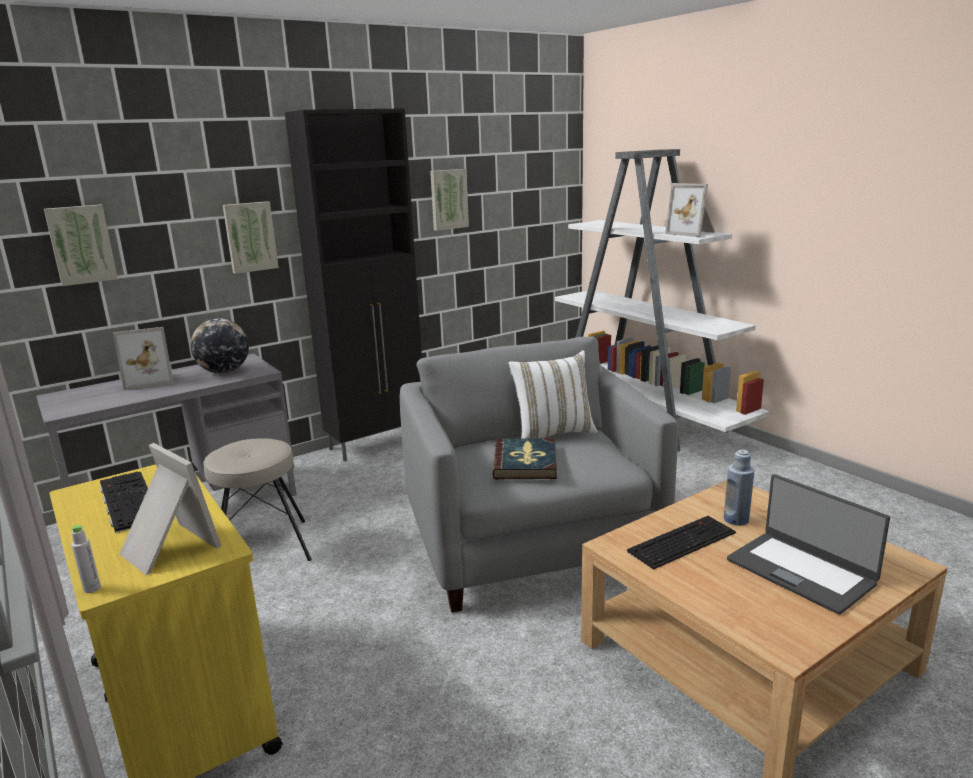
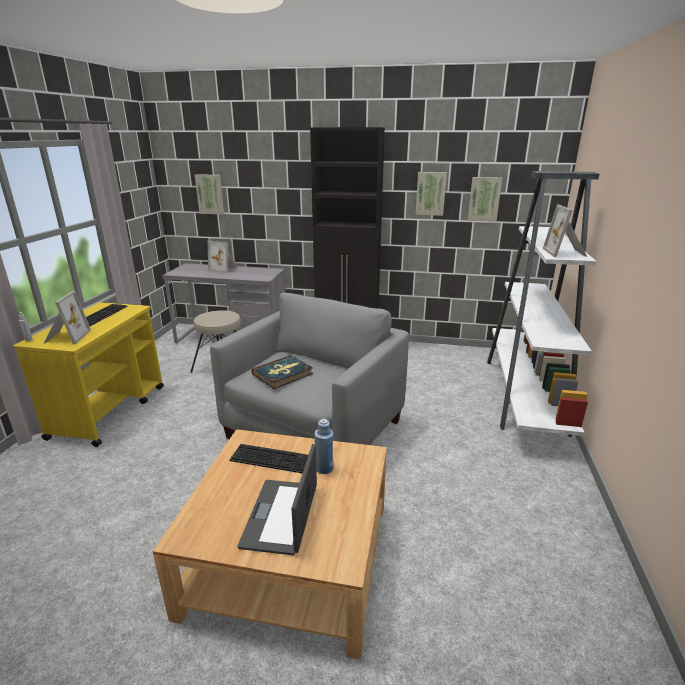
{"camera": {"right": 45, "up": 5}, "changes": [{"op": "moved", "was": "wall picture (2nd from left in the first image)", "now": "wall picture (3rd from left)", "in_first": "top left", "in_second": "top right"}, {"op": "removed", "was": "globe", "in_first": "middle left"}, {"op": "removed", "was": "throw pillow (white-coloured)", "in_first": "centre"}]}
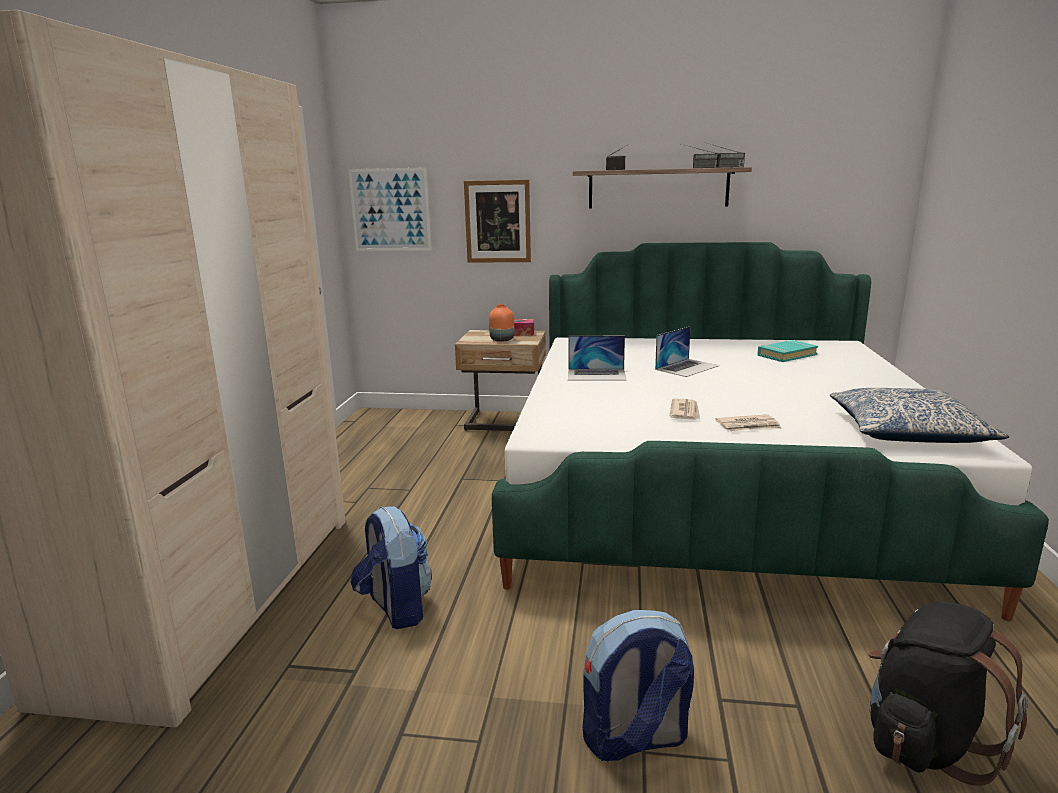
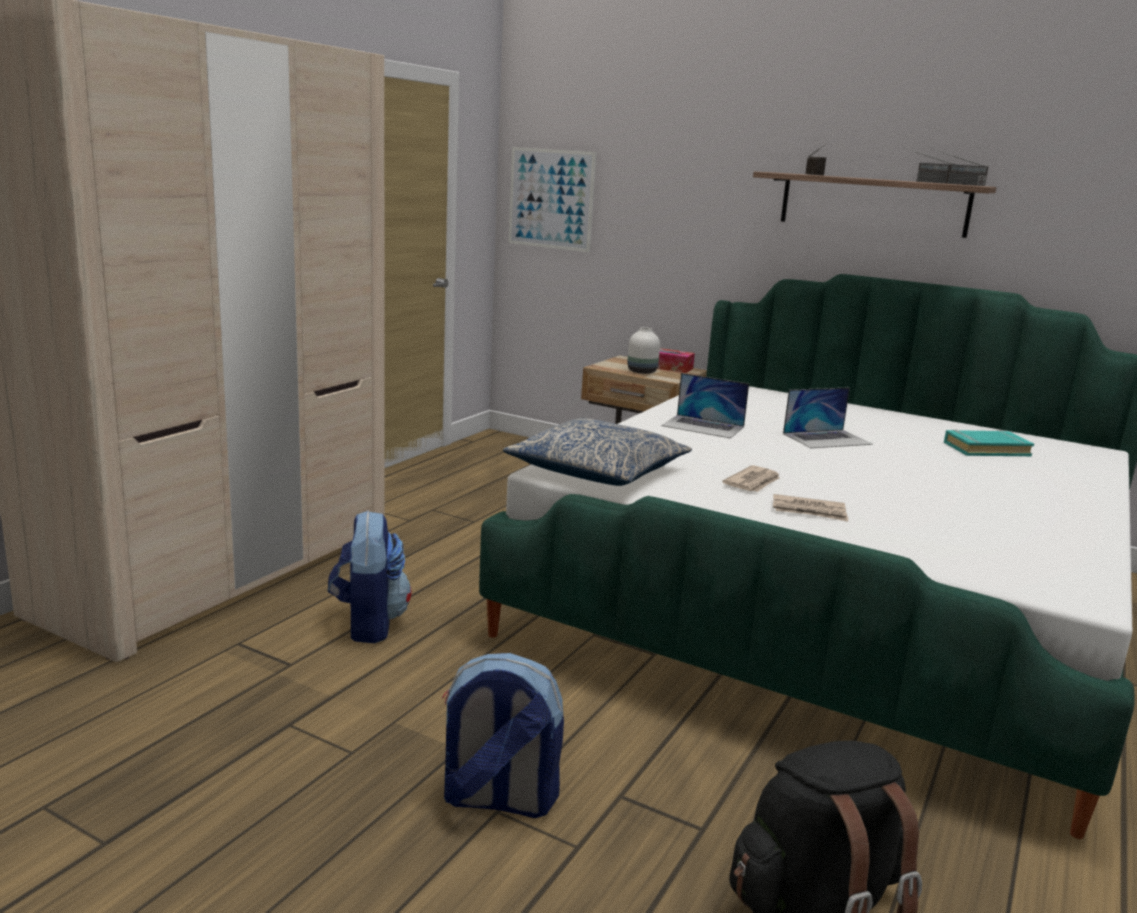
{"camera": {"right": 20, "up": 0}, "changes": [{"op": "removed", "was": "wall picture (2nd from left)", "in_first": "top centre"}, {"op": "recoloured", "was": "decorative vase (orangey)", "now": "decorative vase (white-coloured)", "in_first": "centre", "in_second": "centre"}, {"op": "moved", "was": "throw pillow", "in_first": "middle right", "in_second": "centre"}]}
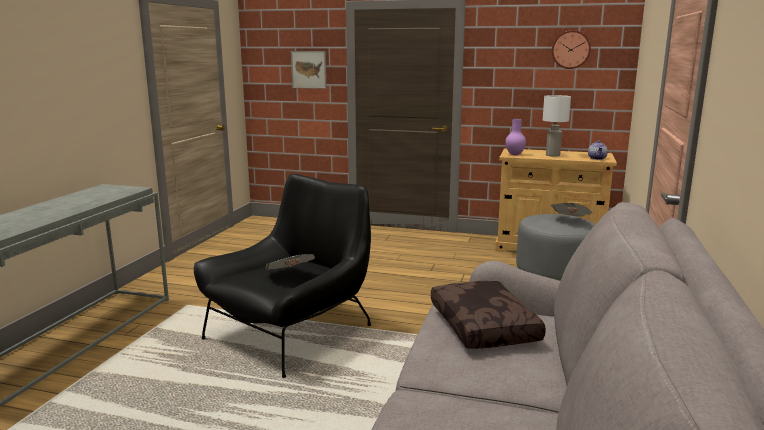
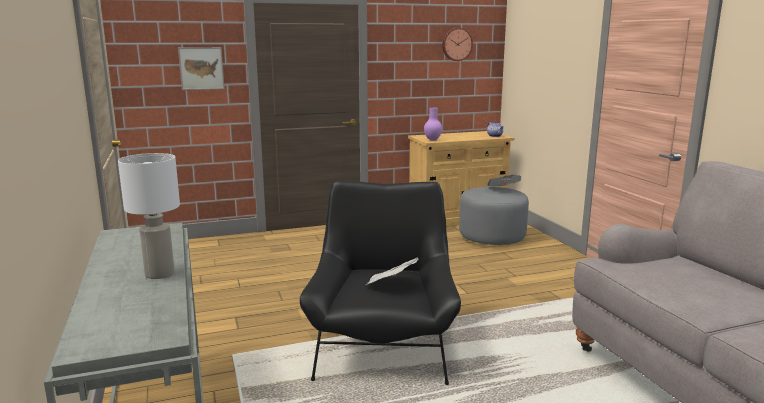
{"camera": {"right": -35, "up": 0}, "changes": [{"op": "moved", "was": "tabletop lamp (white-coloured)", "in_first": "top right", "in_second": "middle left"}, {"op": "removed", "was": "throw pillow (brown)", "in_first": "bottom centre"}]}
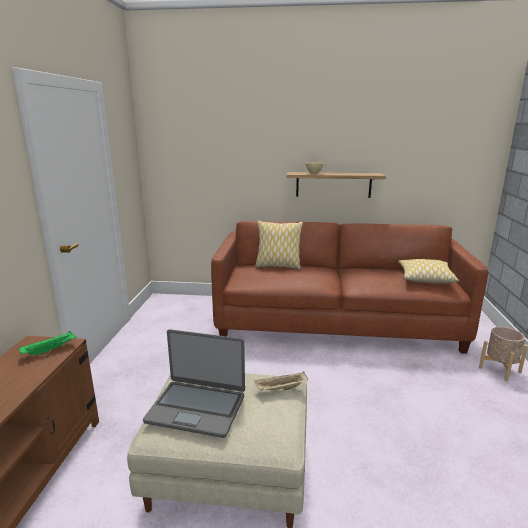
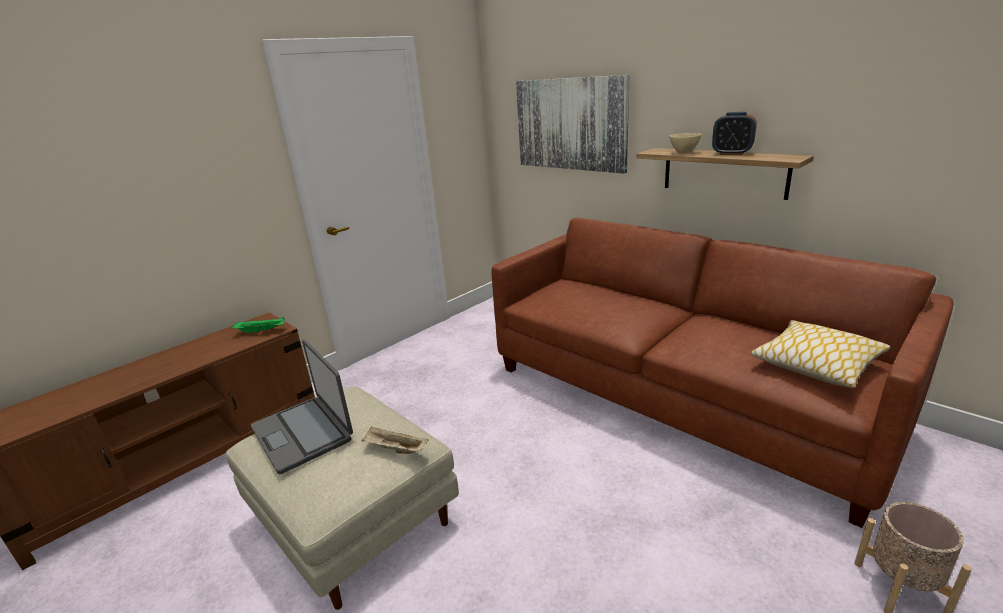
{"camera": {"right": 40, "up": 5}, "changes": [{"op": "removed", "was": "throw pillow (1st from left)", "in_first": "centre"}, {"op": "added", "now": "wall picture", "in_second": "top centre"}, {"op": "added", "now": "bedside clock", "in_second": "top right"}]}
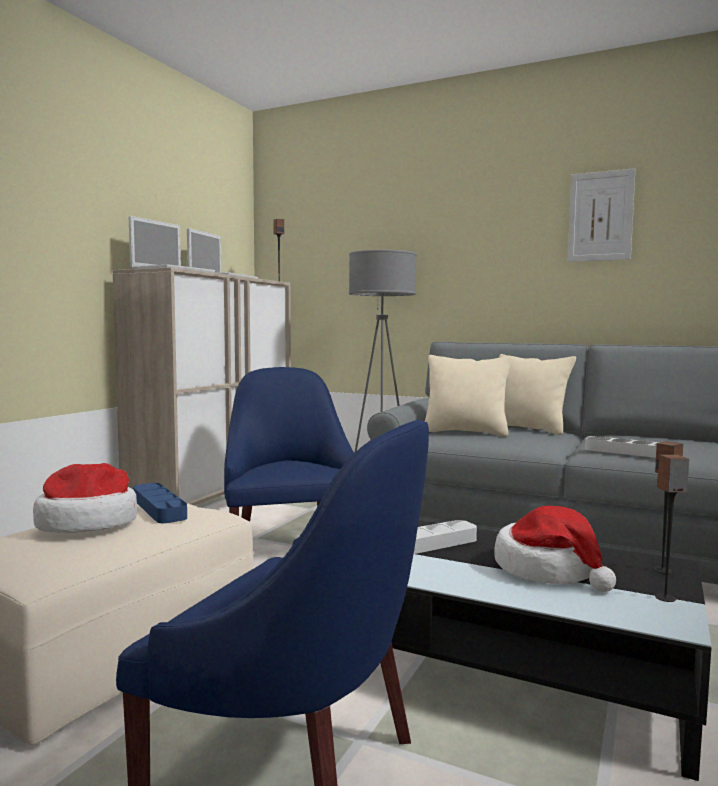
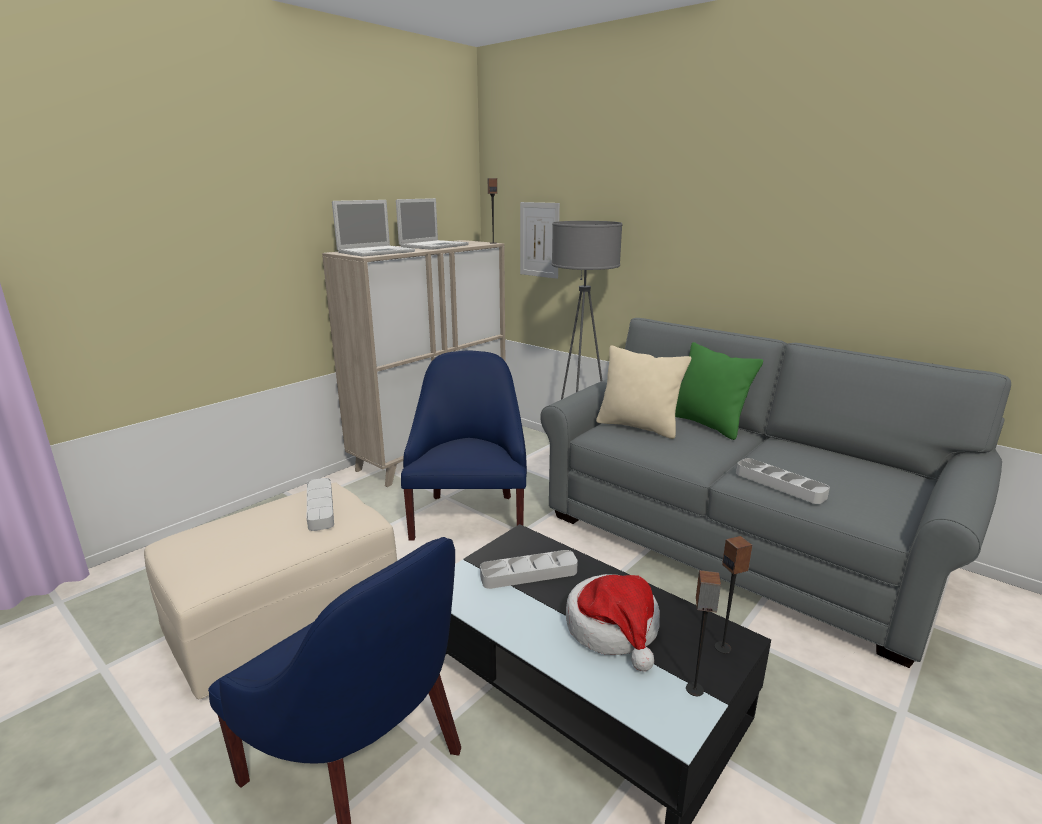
{"camera": {"right": 15, "up": 15}, "changes": [{"op": "moved", "was": "wall picture", "in_first": "top right", "in_second": "top centre"}, {"op": "recoloured", "was": "throw pillow (beige-coloured) (2nd from left)", "now": "throw pillow (green)", "in_first": "middle right", "in_second": "middle right"}, {"op": "removed", "was": "clothing hat (1st from left)", "in_first": "middle left"}, {"op": "recoloured", "was": "serving tray (bluish)", "now": "serving tray (greyish) (1st from left)", "in_first": "middle left", "in_second": "middle left"}]}
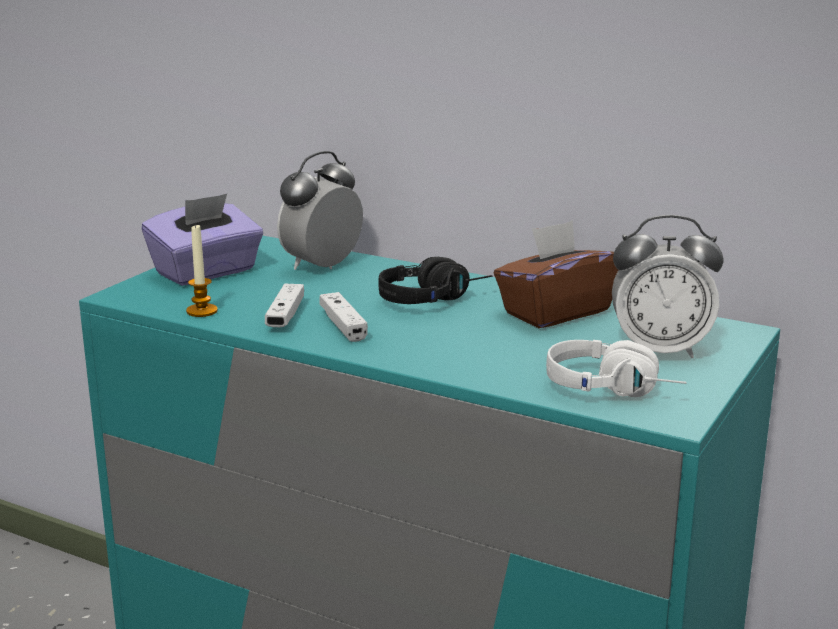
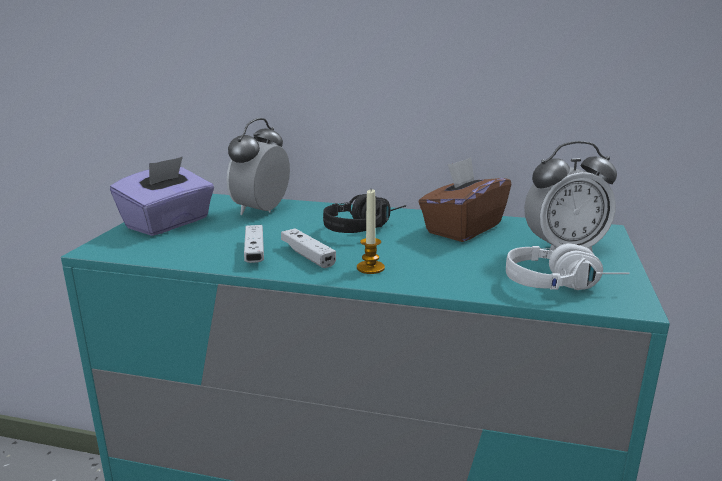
{"camera": {"right": -15, "up": 0}, "changes": [{"op": "moved", "was": "wax light", "in_first": "middle left", "in_second": "centre"}]}
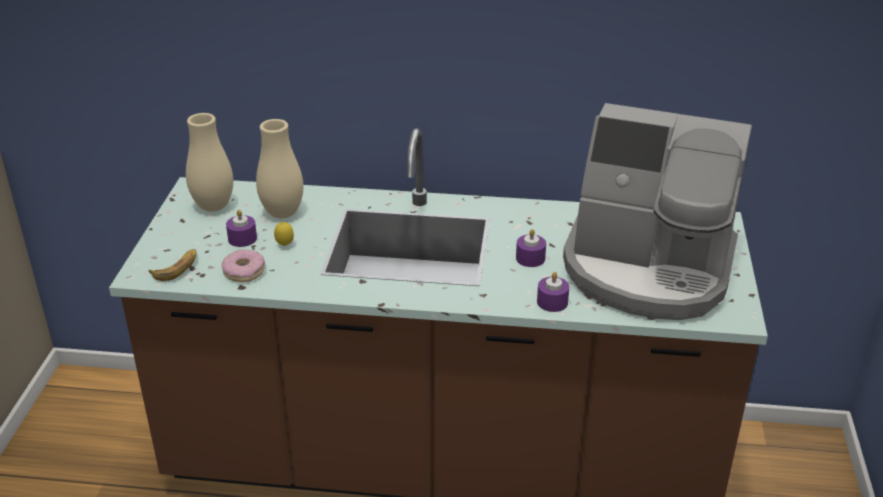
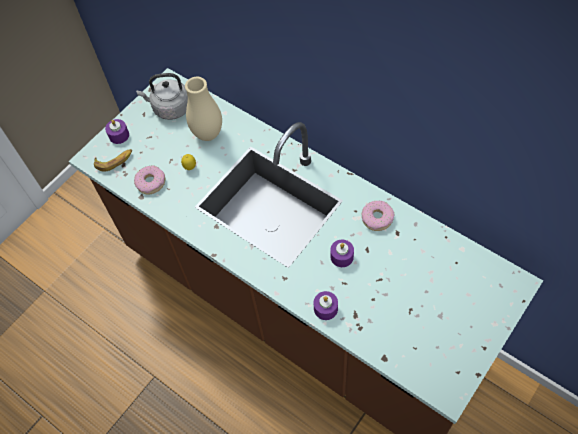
{"camera": {"right": 35, "up": 25}, "changes": [{"op": "removed", "was": "coffee machine", "in_first": "middle right"}, {"op": "replaced", "was": "decorative vase (beige-coloured) (1st from left)", "now": "tea kettle (greyish)", "in_first": "top left", "in_second": "top left"}, {"op": "moved", "was": "wax light (purple-coloured) (1st from left)", "in_first": "middle left", "in_second": "top left"}, {"op": "added", "now": "donut (2nd from left)", "in_second": "centre"}]}
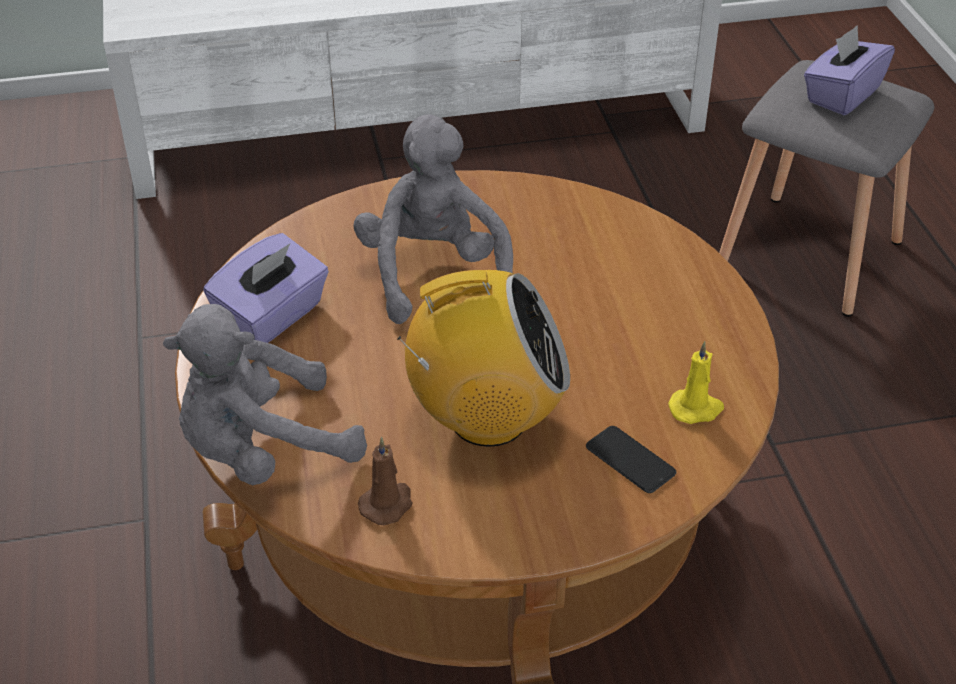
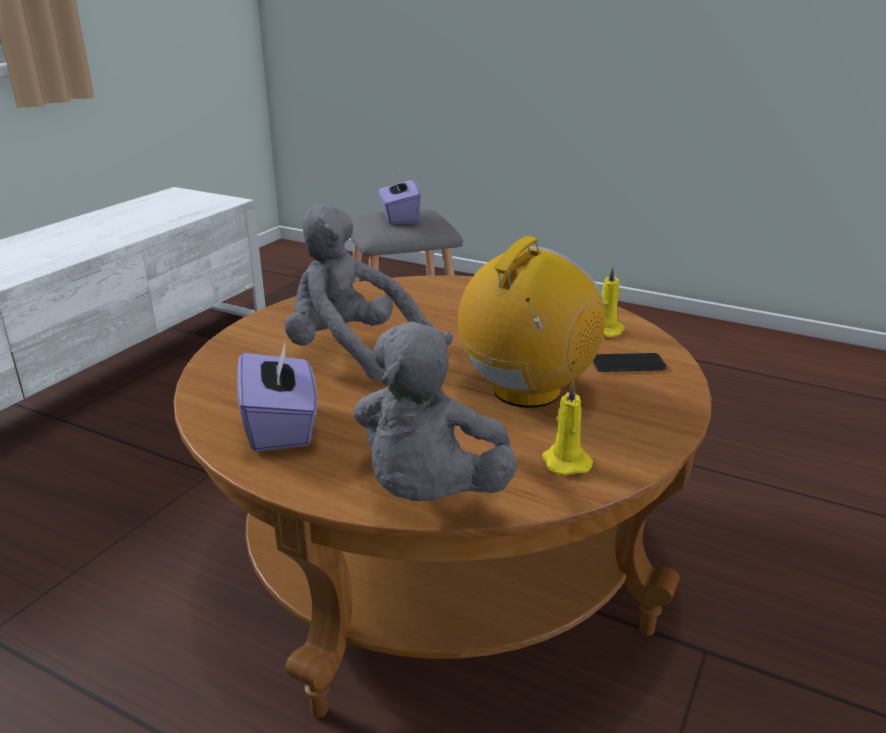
{"camera": {"right": -50, "up": -15}, "changes": [{"op": "recoloured", "was": "wax light (brown)", "now": "wax light (yellowish) (1st from left)", "in_first": "bottom centre", "in_second": "centre"}]}
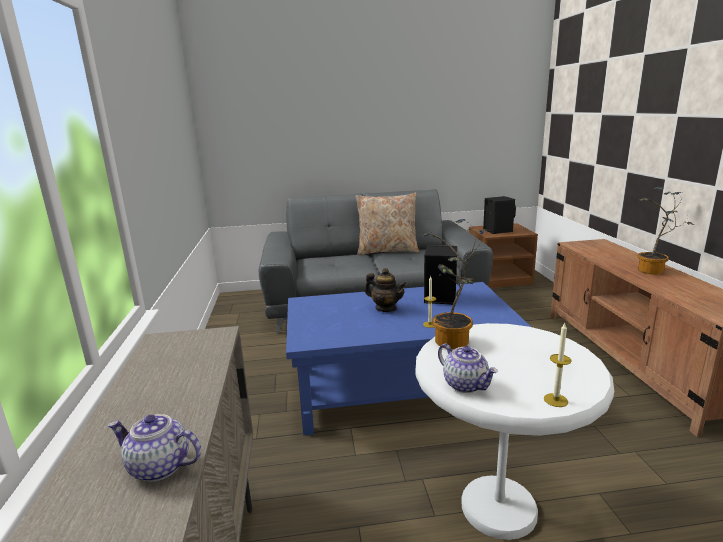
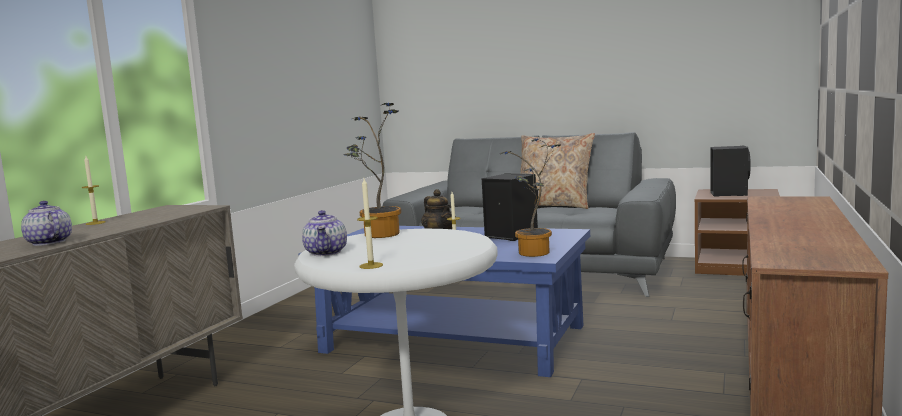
{"camera": {"right": 30, "up": -10}, "changes": [{"op": "moved", "was": "potted plant (2nd from left)", "in_first": "middle right", "in_second": "centre"}, {"op": "added", "now": "wax light (1st from left)", "in_second": "middle left"}]}
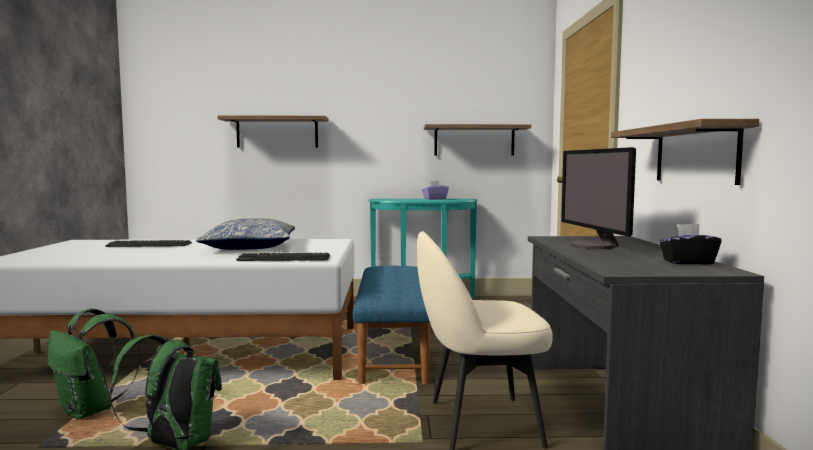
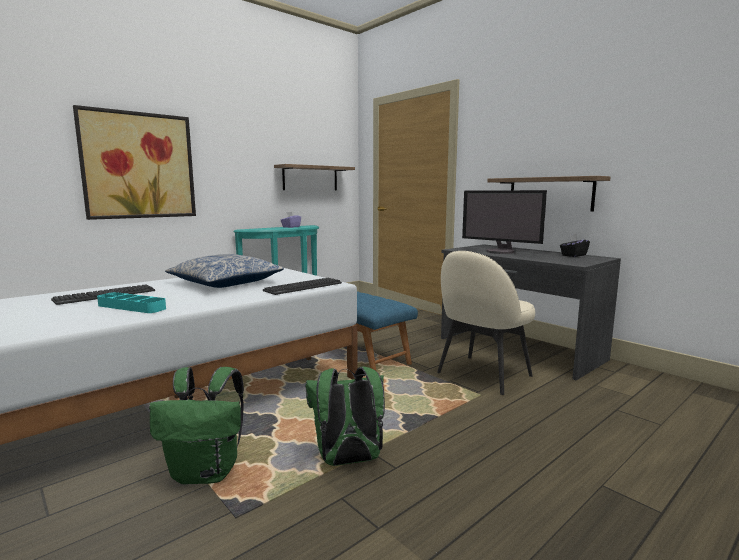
{"camera": {"right": -40, "up": 5}, "changes": [{"op": "replaced", "was": "bracket shelf (1st from left)", "now": "wall picture", "in_first": "top centre", "in_second": "top left"}, {"op": "added", "now": "serving tray (turquoise)", "in_second": "middle left"}]}
